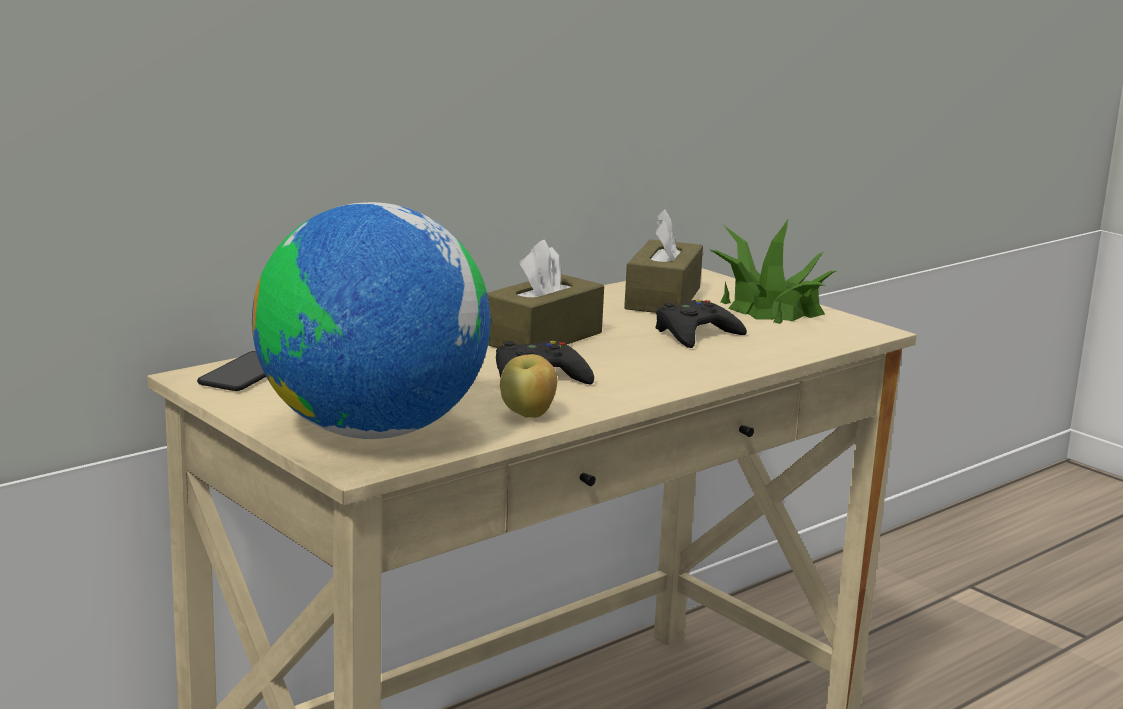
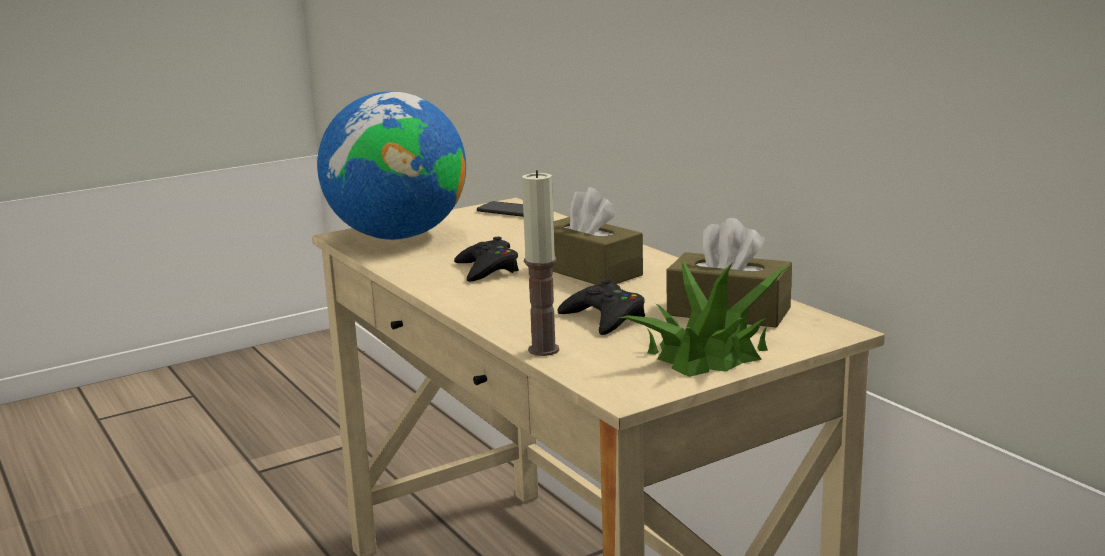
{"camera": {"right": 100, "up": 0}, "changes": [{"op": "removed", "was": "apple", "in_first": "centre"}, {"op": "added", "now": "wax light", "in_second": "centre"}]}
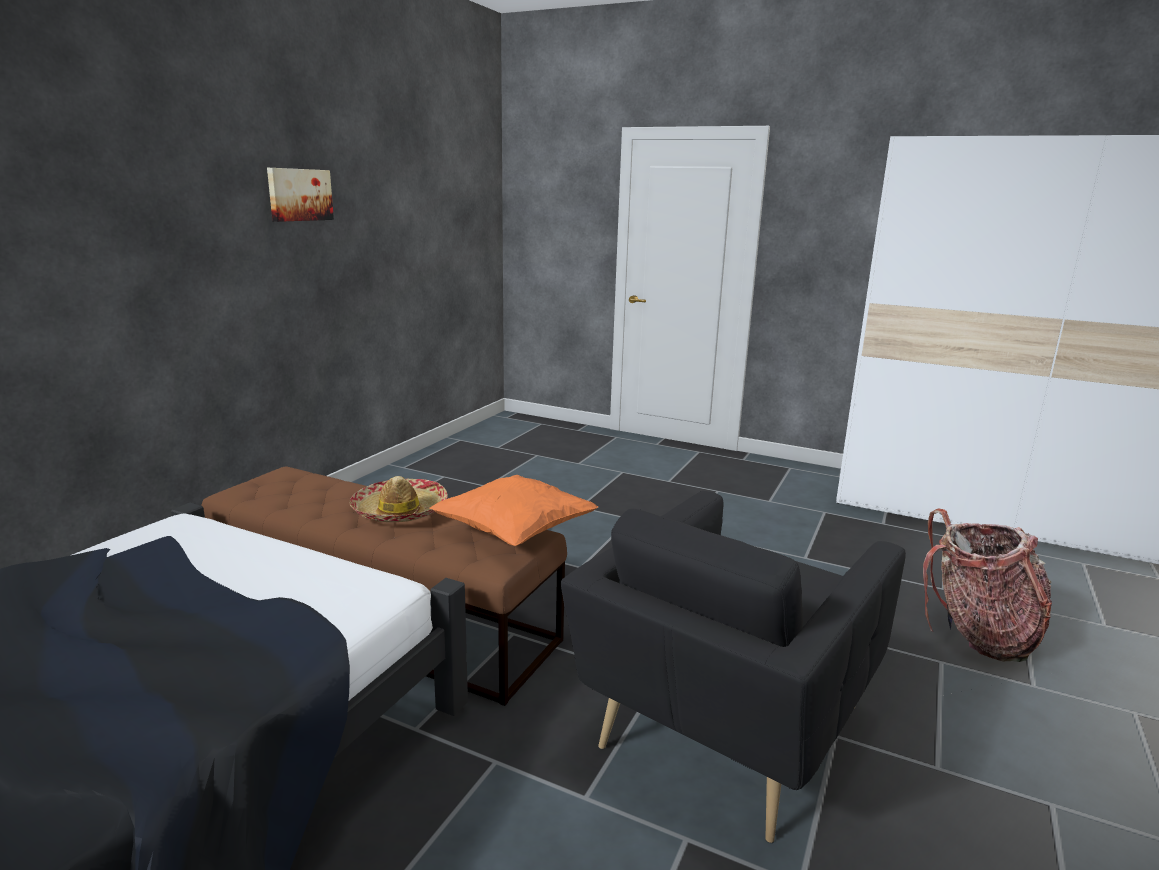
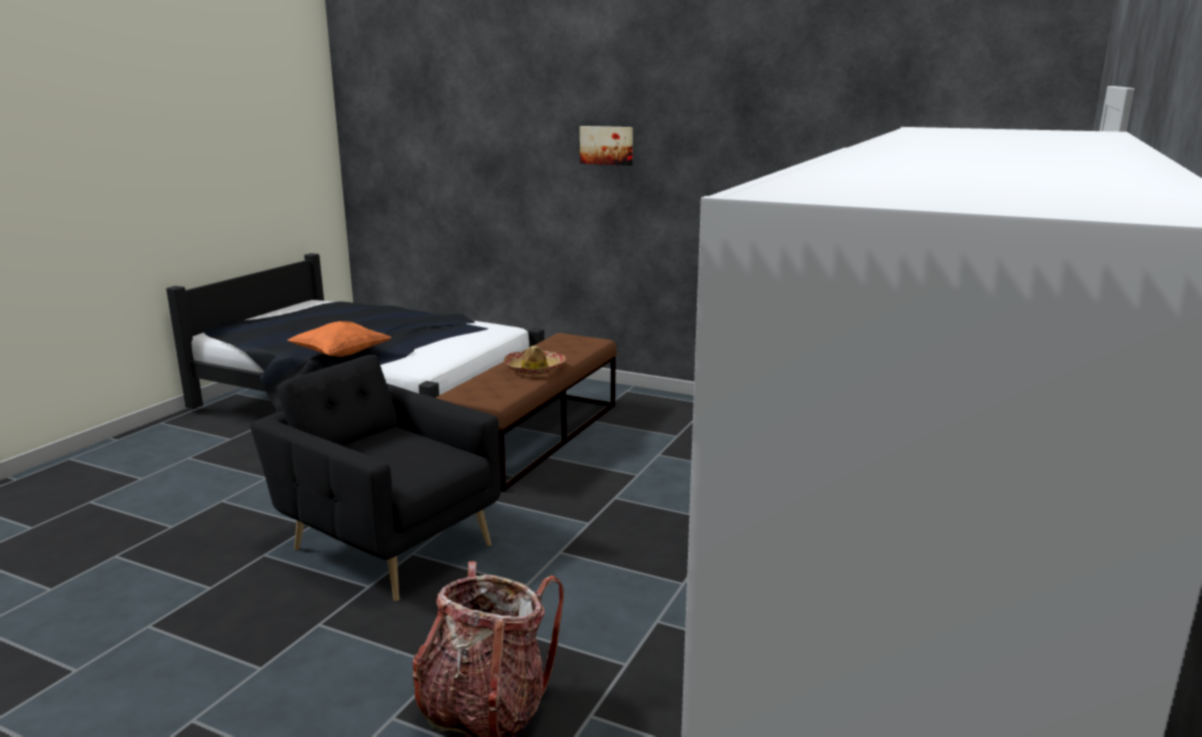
{"camera": {"right": 90, "up": 0}, "changes": [{"op": "moved", "was": "wall picture", "in_first": "top left", "in_second": "top centre"}, {"op": "moved", "was": "throw pillow (orangey)", "in_first": "centre", "in_second": "middle left"}]}
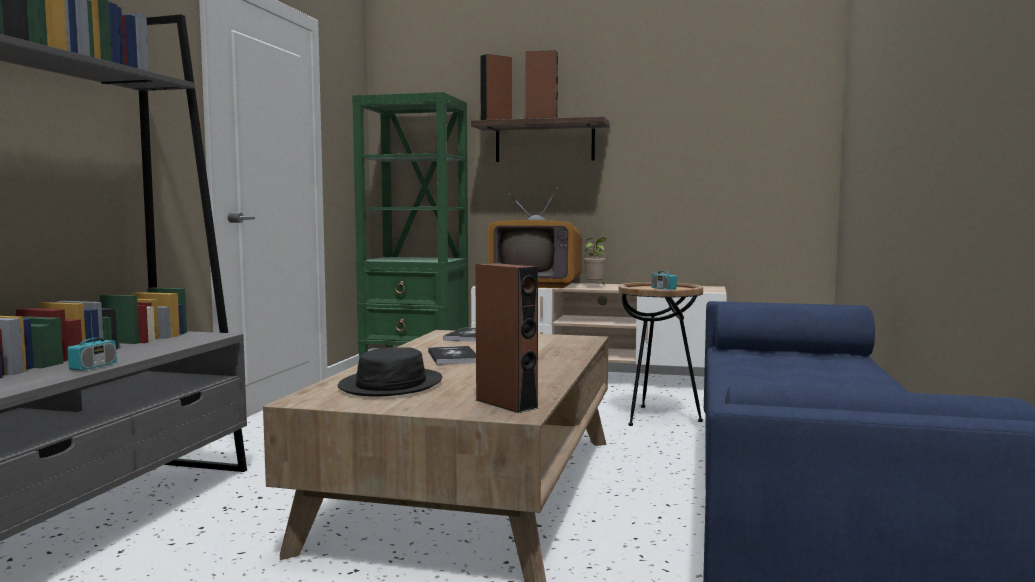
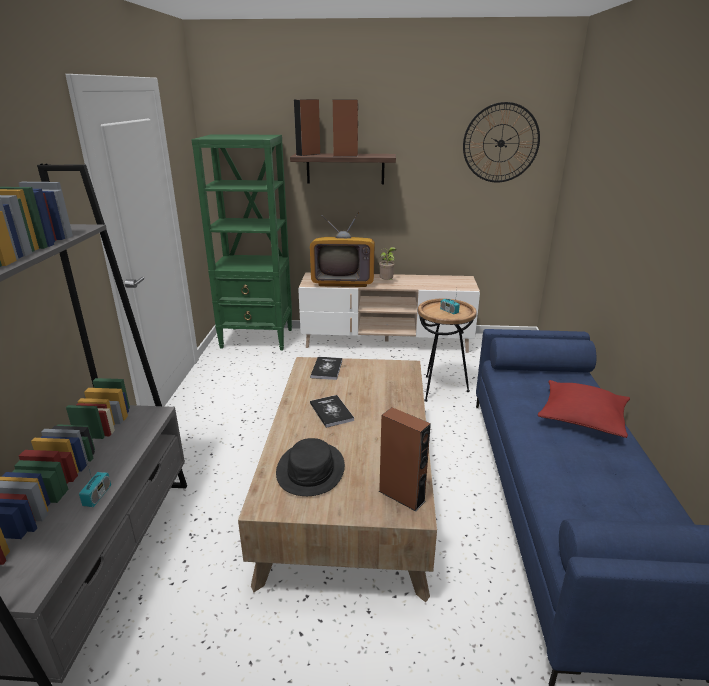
{"camera": {"right": -10, "up": 20}, "changes": [{"op": "added", "now": "wall clock", "in_second": "top right"}, {"op": "added", "now": "throw pillow (red-coloured)", "in_second": "middle right"}]}
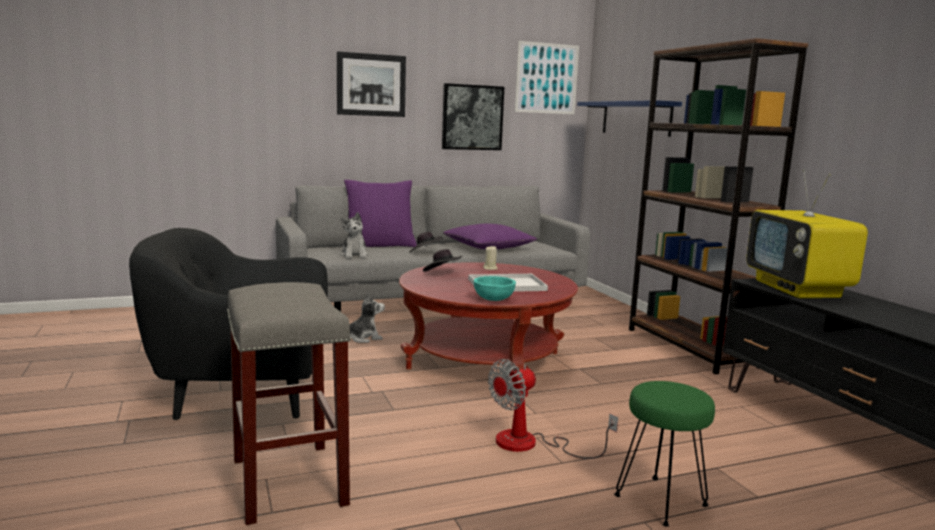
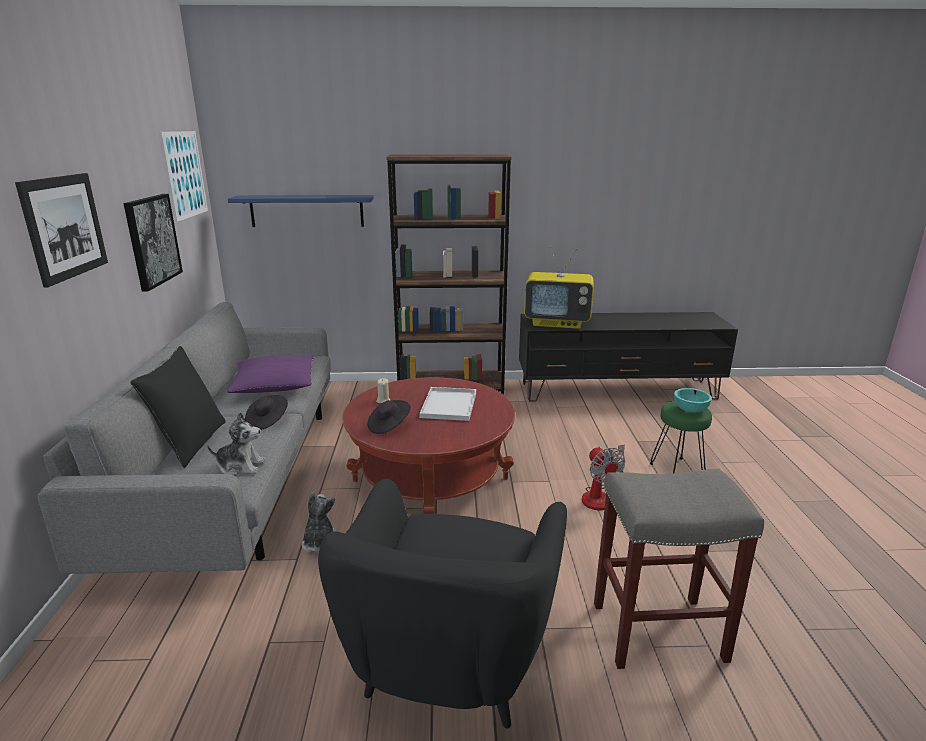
{"camera": {"right": -70, "up": 10}, "changes": [{"op": "recoloured", "was": "throw pillow (purple-coloured) (1st from left)", "now": "throw pillow (black)", "in_first": "centre", "in_second": "middle left"}, {"op": "moved", "was": "deep dish (turquoise)", "in_first": "centre", "in_second": "middle right"}]}
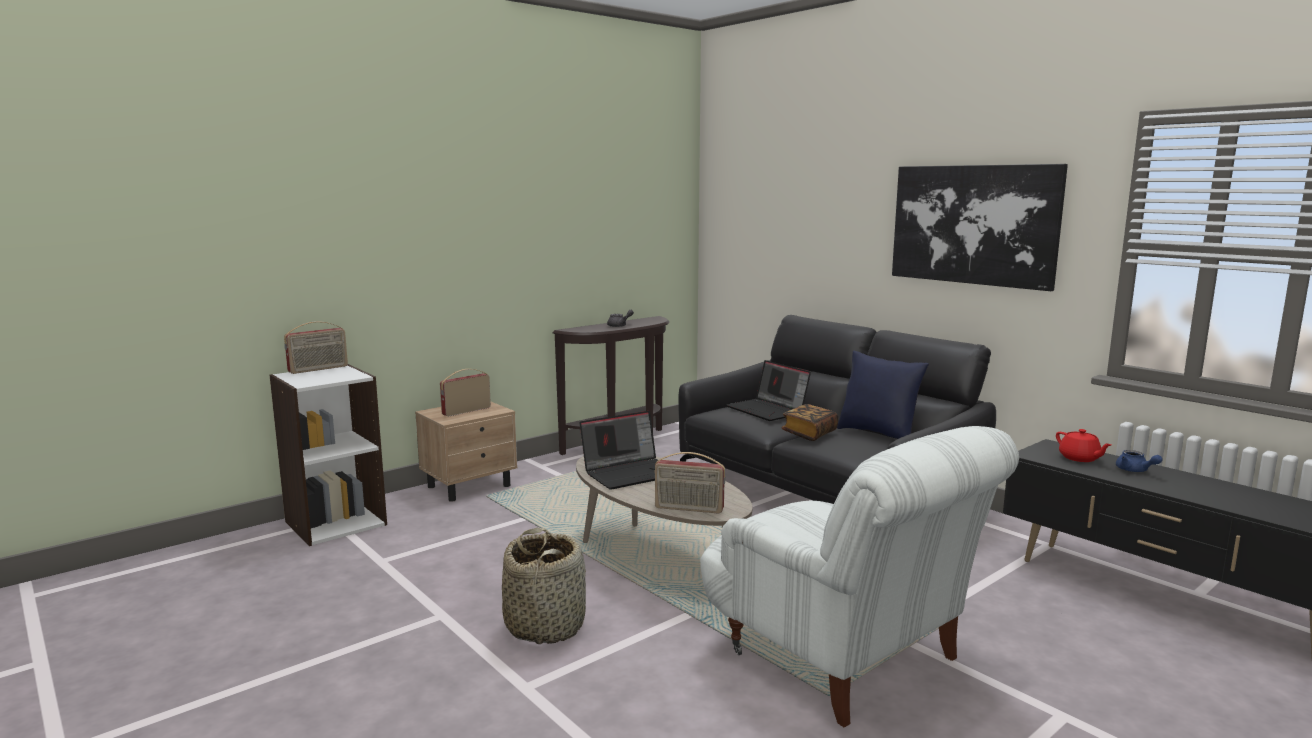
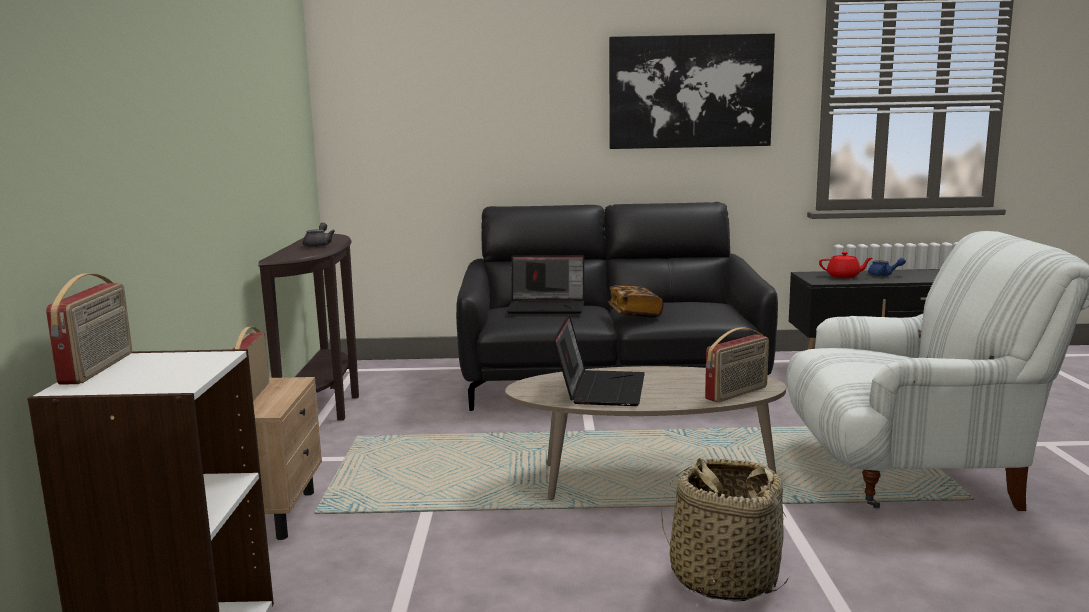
{"camera": {"right": -50, "up": 0}, "changes": [{"op": "removed", "was": "throw pillow (bluish)", "in_first": "middle right"}]}
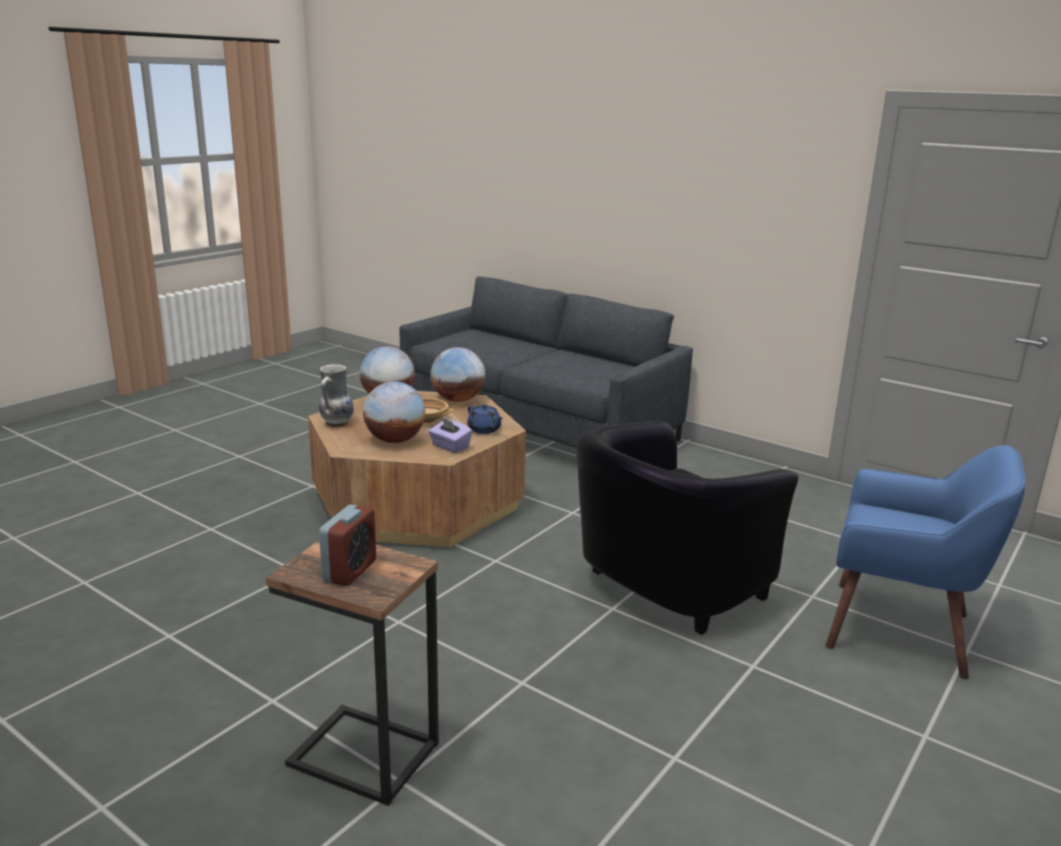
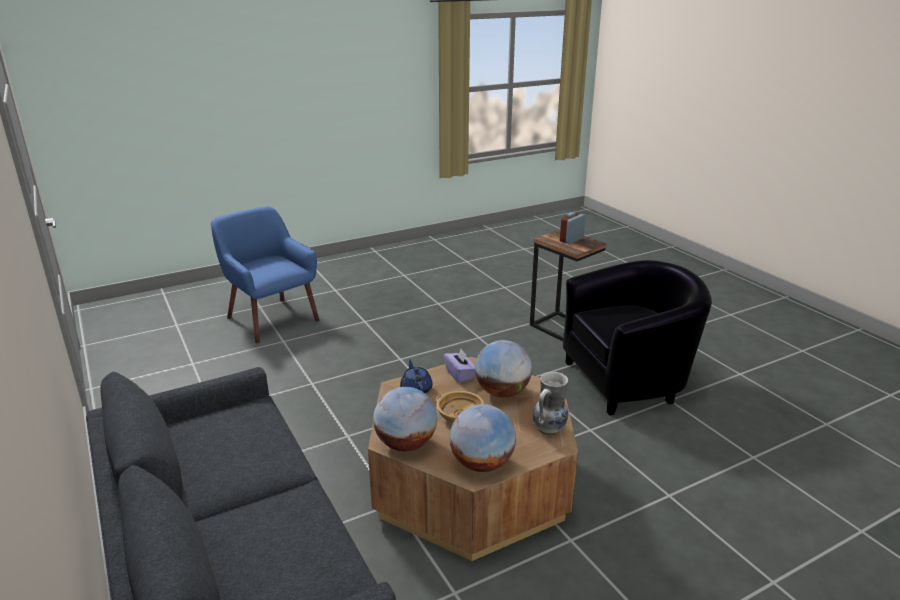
{"camera": {"right": -155, "up": 5}, "changes": [{"op": "moved", "was": "lounge chair (black)", "in_first": "centre", "in_second": "middle right"}]}
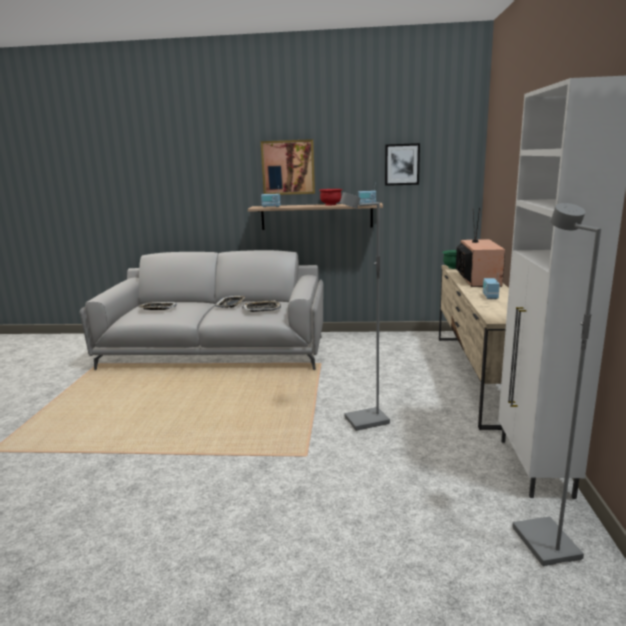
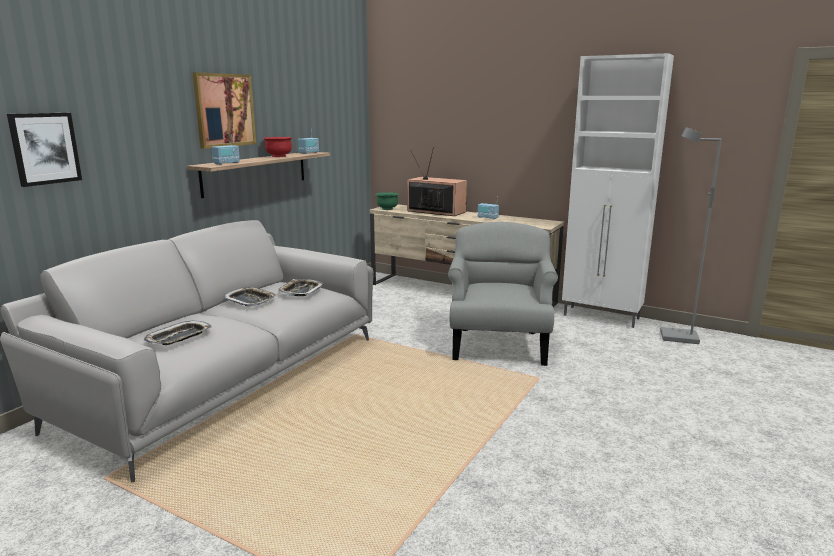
{"camera": {"right": -65, "up": 0}, "changes": [{"op": "moved", "was": "wall picture (2nd from left in the first image)", "now": "wall picture (1st from left)", "in_first": "top centre", "in_second": "top left"}, {"op": "replaced", "was": "standing lamp (greyish) (1st from left)", "now": "lounge chair (greyish)", "in_first": "centre", "in_second": "centre"}]}
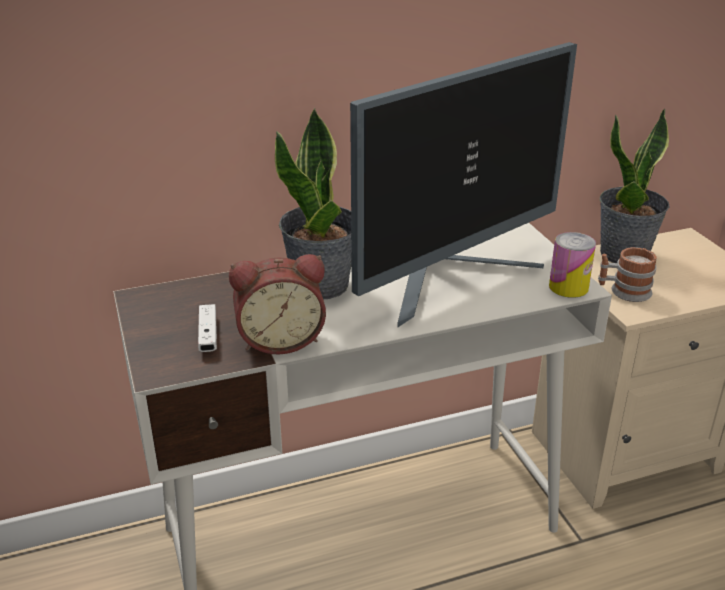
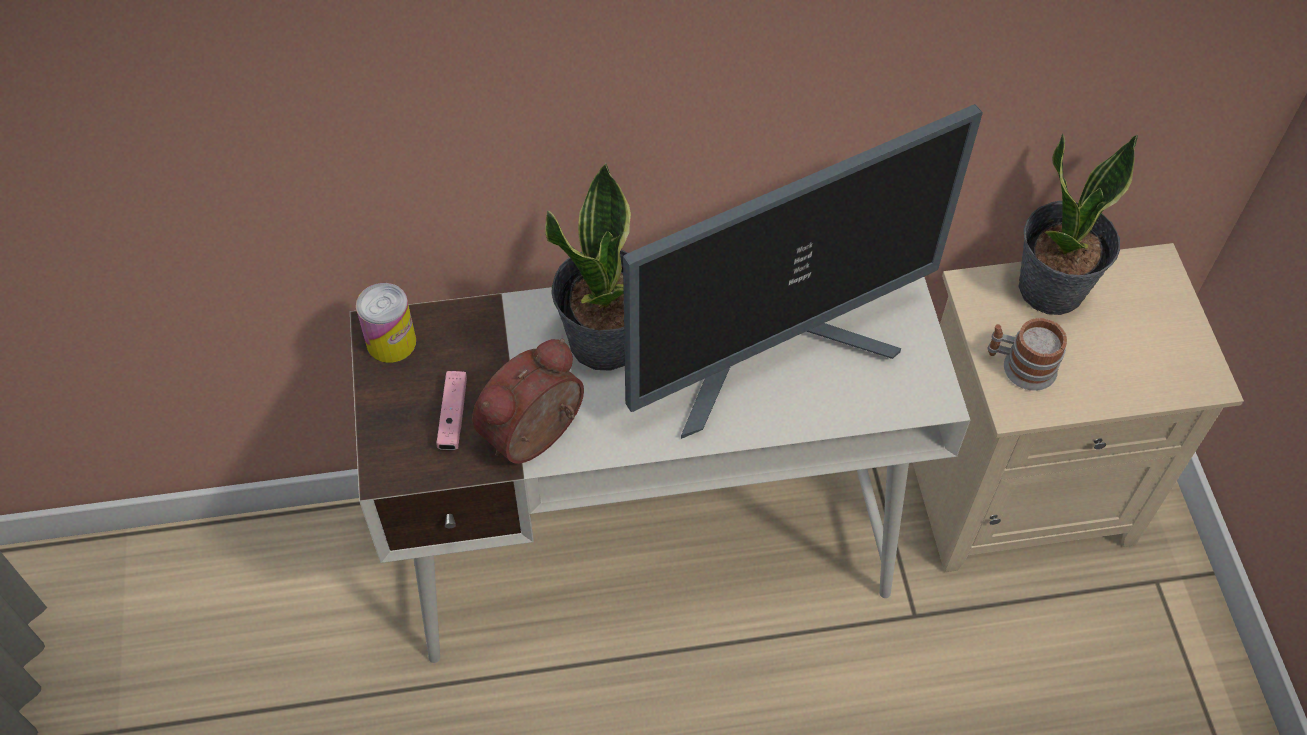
{"camera": {"right": 10, "up": 25}, "changes": [{"op": "moved", "was": "sealed can", "in_first": "middle right", "in_second": "middle left"}, {"op": "turned", "was": "bedside clock", "in_first": "centre", "in_second": "centre", "clockwise": 135}, {"op": "recoloured", "was": "game controller (white-coloured)", "now": "game controller (pink)", "in_first": "middle left", "in_second": "centre"}]}
